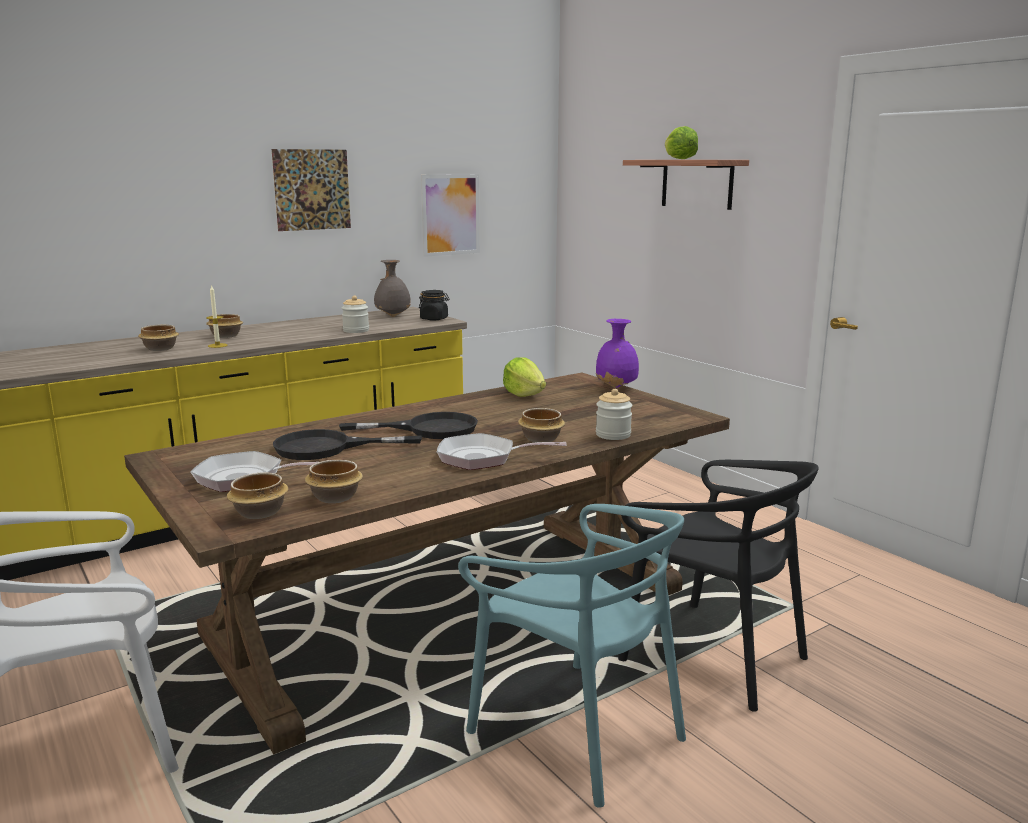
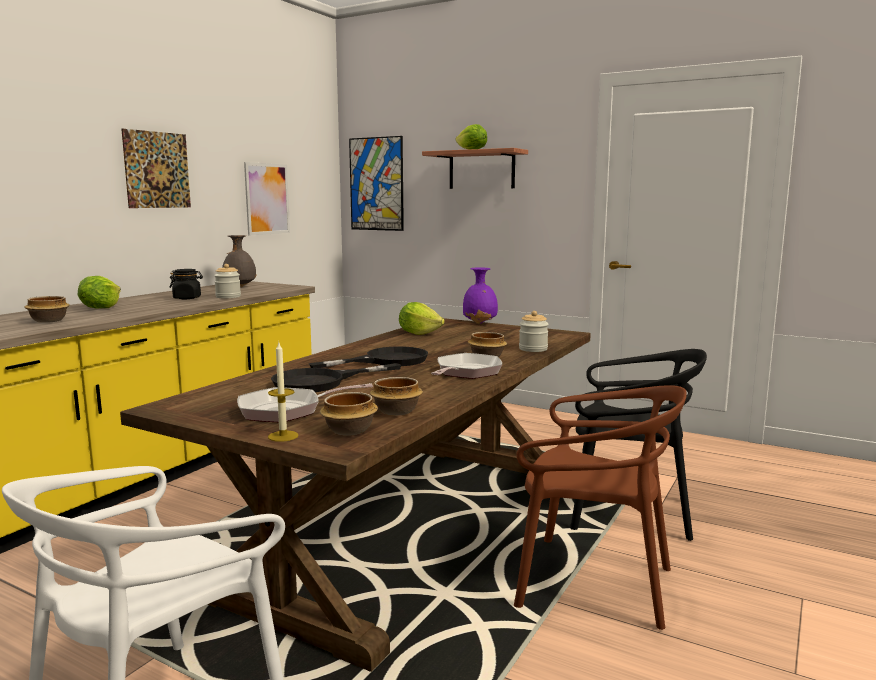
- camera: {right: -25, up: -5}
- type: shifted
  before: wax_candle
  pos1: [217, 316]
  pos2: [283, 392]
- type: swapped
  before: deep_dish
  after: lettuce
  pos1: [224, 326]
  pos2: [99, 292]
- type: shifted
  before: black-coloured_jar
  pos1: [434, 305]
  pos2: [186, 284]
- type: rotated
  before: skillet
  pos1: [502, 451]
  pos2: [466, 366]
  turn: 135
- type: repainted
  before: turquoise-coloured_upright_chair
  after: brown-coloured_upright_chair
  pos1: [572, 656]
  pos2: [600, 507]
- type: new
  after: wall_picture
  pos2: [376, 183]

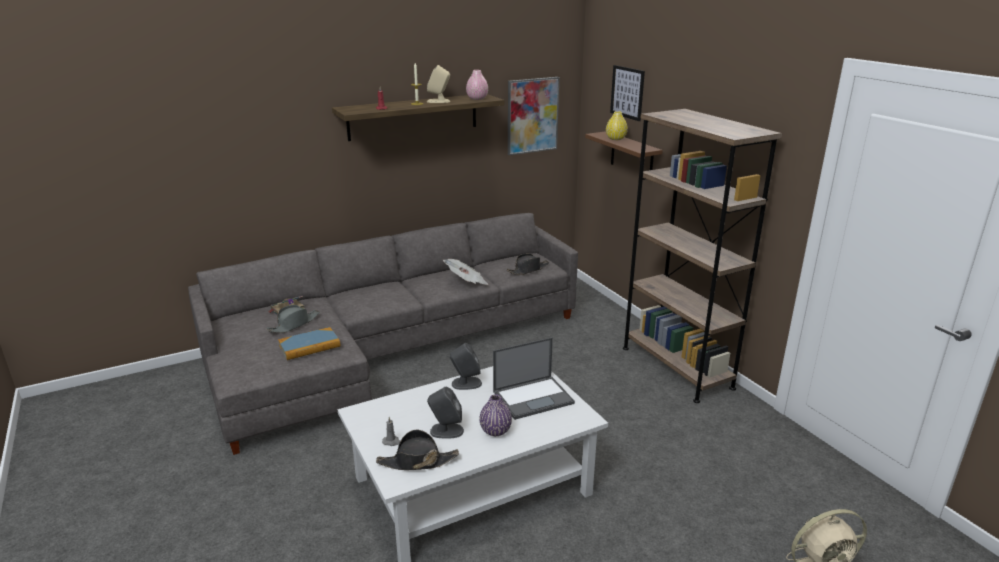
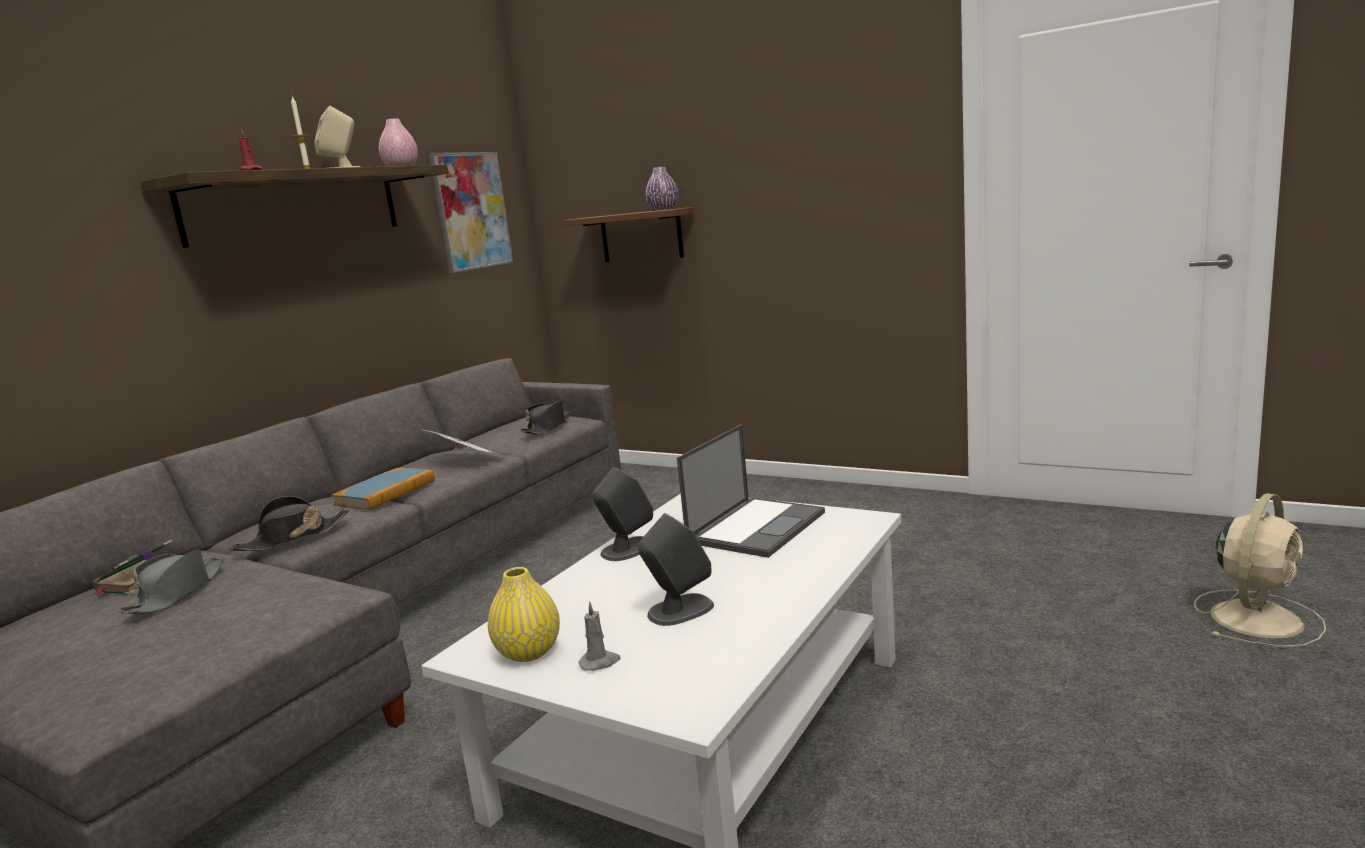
- camera: {right: -30, up: -10}
- type: shifted
  before: bound_book
  pos1: [309, 343]
  pos2: [383, 489]
- type: shifted
  before: black-coloured_wearable_hat
  pos1: [417, 450]
  pos2: [289, 523]
- type: shifted
  before: purple-coloured_flower_vase
  pos1: [495, 415]
  pos2: [662, 188]
- type: shifted
  before: yellow_flower_vase
  pos1: [617, 125]
  pos2: [524, 614]
- type: gone
  before: wall_picture
  pos1: [627, 93]
- type: gone
  before: brown-coloured_shelving_unit
  pos1: [702, 256]

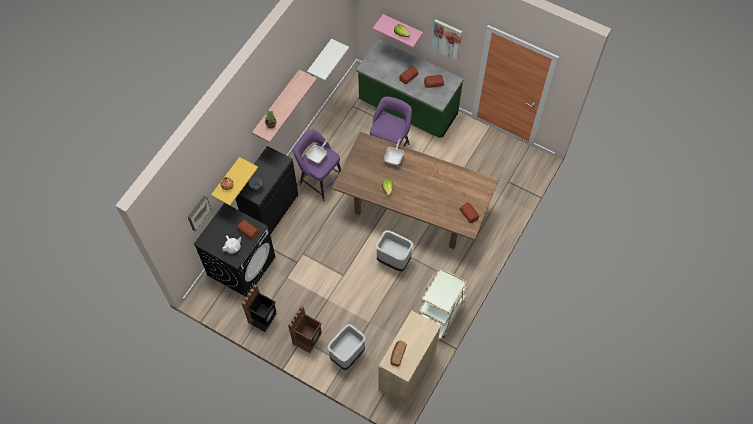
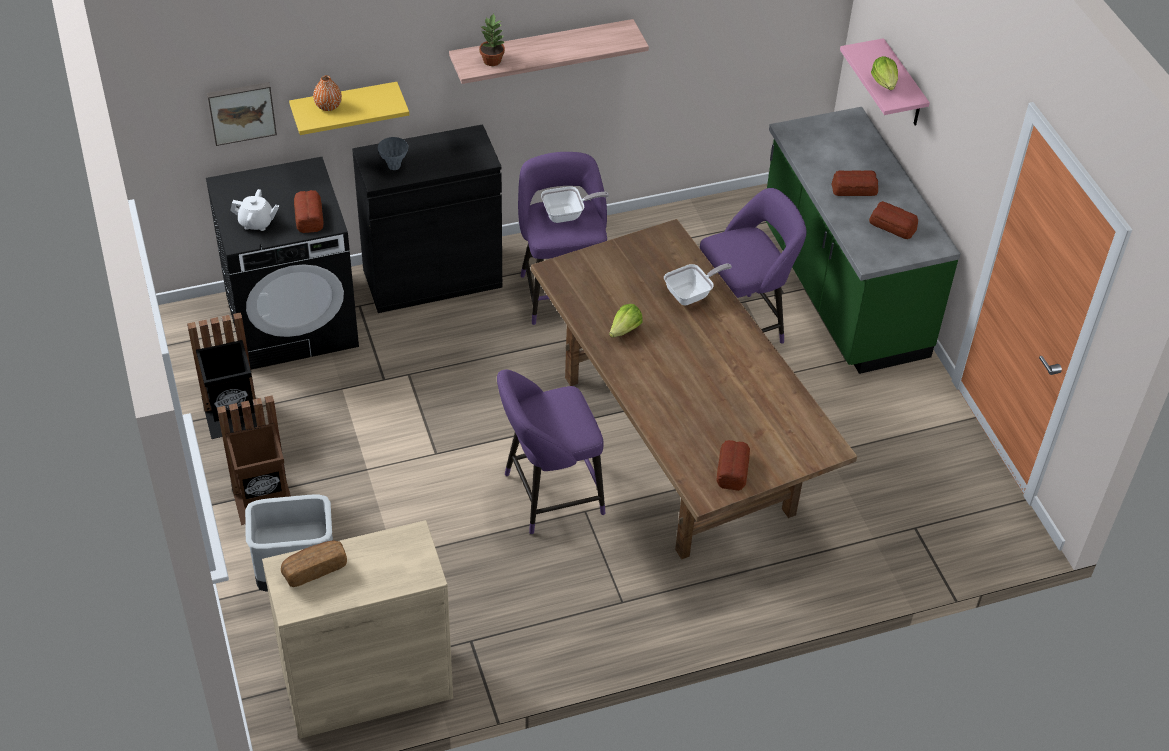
- camera: {right: 40, up: -15}
- type: gone
  before: white_shelf
  pos1: [328, 60]
- type: swapped
  before: greyish_trash_can
  after: purple-coloured_sitting_stool
  pos1: [394, 251]
  pos2: [551, 452]
- type: gone
  before: sand-coloured_wheeled_cart
  pos1: [443, 303]
- type: gone
  before: wall_picture
  pos1: [447, 40]

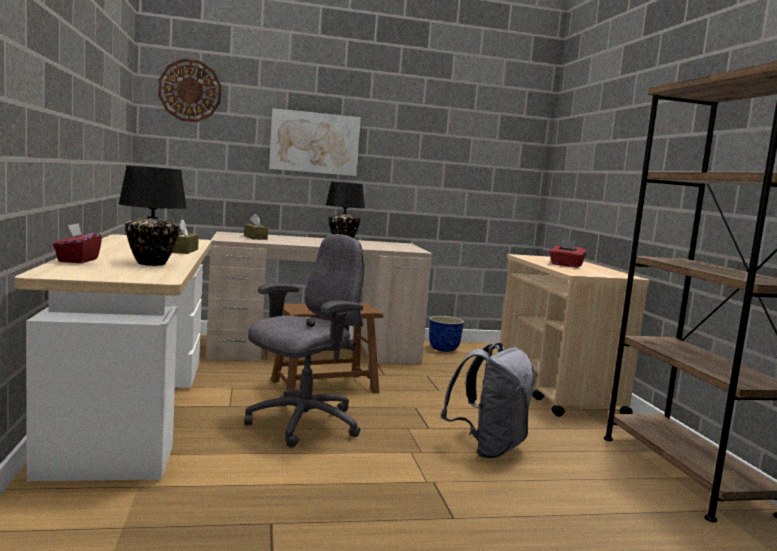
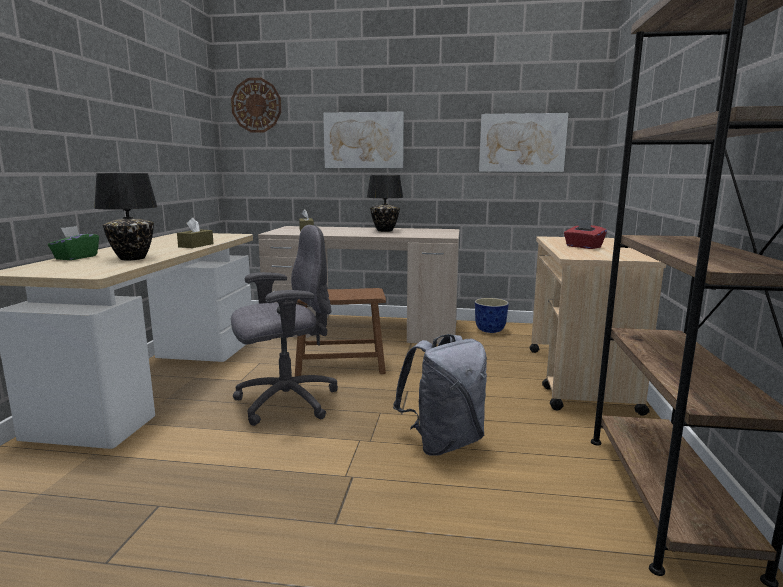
- camera: {right: 20, up: 5}
- type: repainted
  before: red-coloured_tissue_holder
  after: green_tissue_holder
  pos1: [77, 243]
  pos2: [73, 243]
- type: new
  after: wall_picture
  pos2: [523, 142]

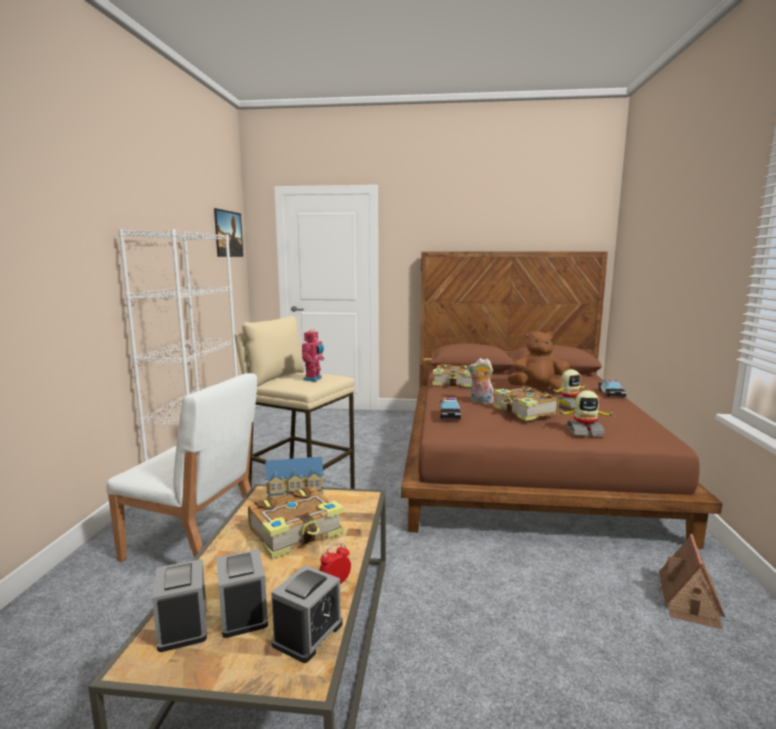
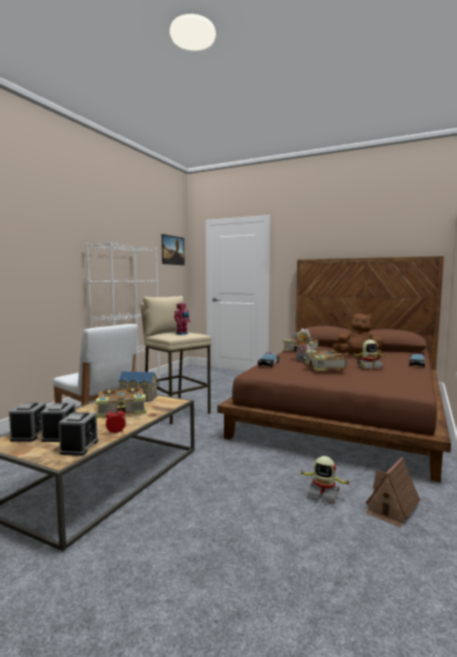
- camera: {right: 20, up: -5}
- type: rotated
  before: alarm_clock
  pos1: [307, 614]
  pos2: [78, 434]
  turn: -45
- type: shifted
  before: robot_figure
  pos1: [587, 413]
  pos2: [324, 480]

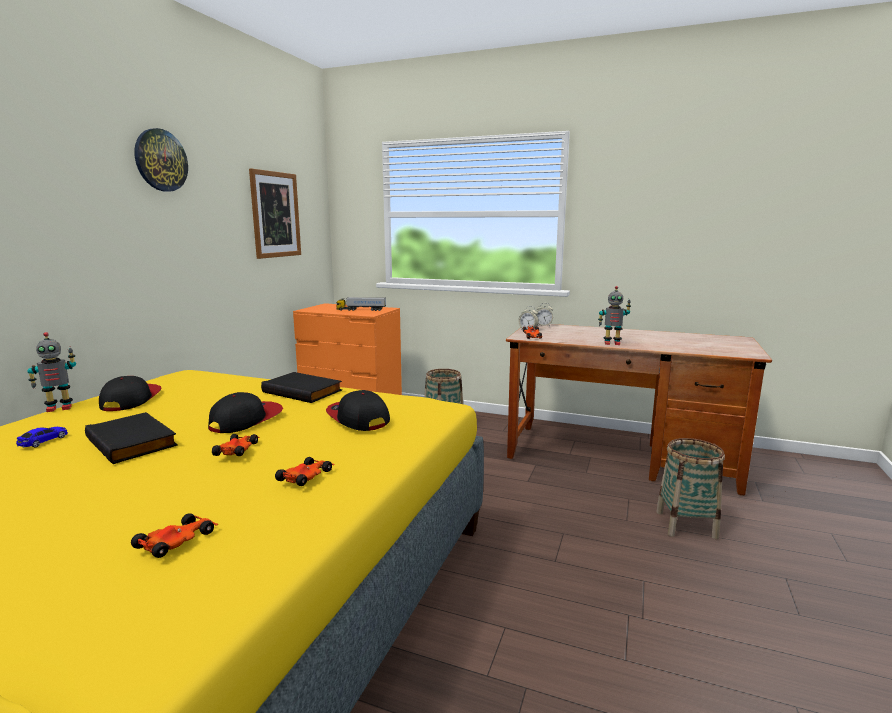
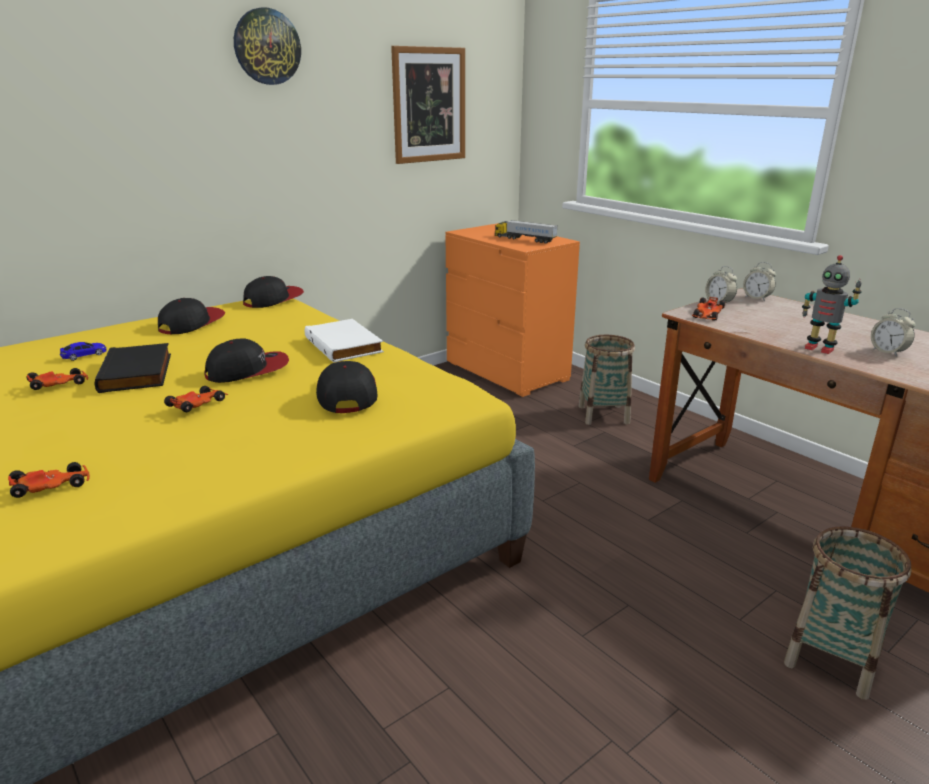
- camera: {right: 30, up: 10}
- type: gone
  before: robot_figure
  pos1: [51, 372]
- type: repainted
  before: black-coloured_bound_book
  after: white_bound_book
  pos1: [301, 387]
  pos2: [344, 341]
- type: shifted
  before: miniature_car
  pos1: [305, 471]
  pos2: [57, 379]
- type: new
  after: peaked_cap
  pos2: [273, 292]
- type: new
  after: alarm_clock
  pos2: [893, 332]

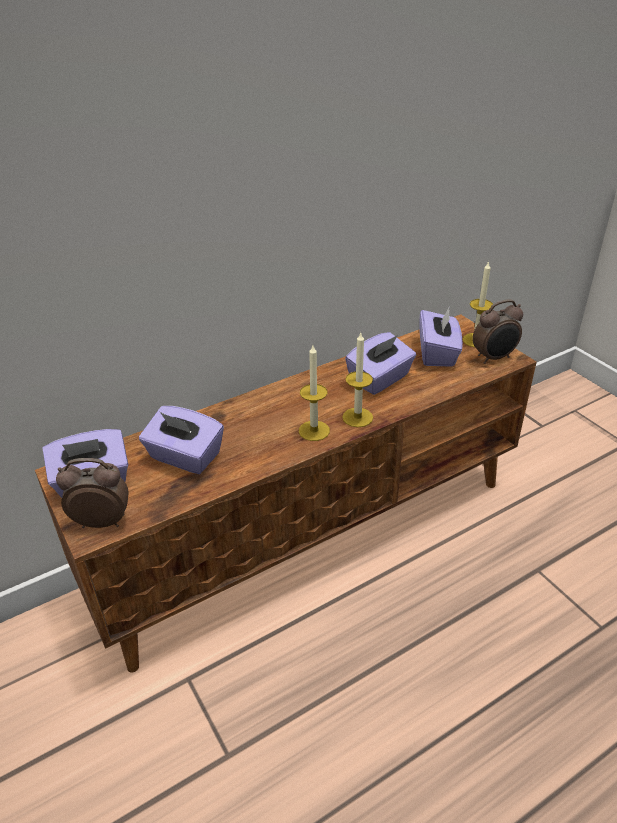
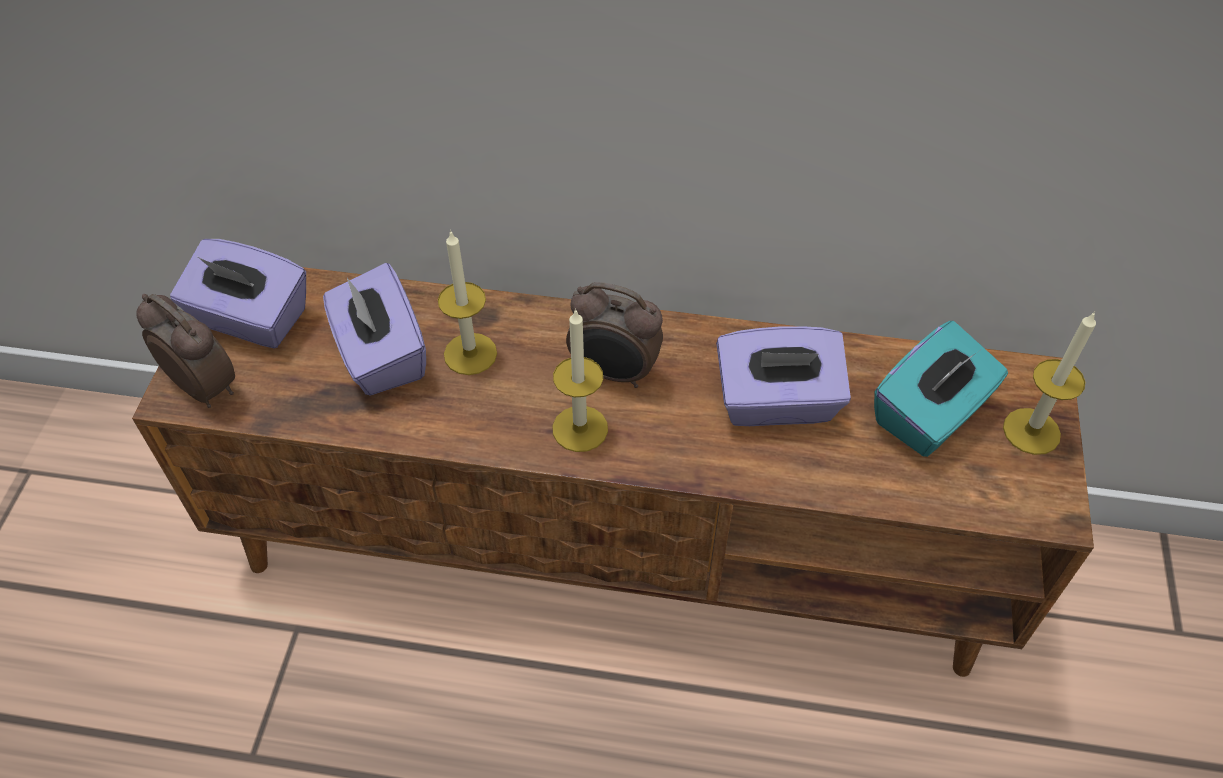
- camera: {right: 40, up: 15}
- type: shifted
  before: wax_candle
  pos1: [357, 380]
  pos2: [467, 302]
- type: repainted
  before: purple-coloured_tissue_holder
  after: turquoise-coloured_tissue_holder
  pos1: [441, 337]
  pos2: [941, 389]
- type: shifted
  before: alarm_clock
  pos1: [497, 331]
  pos2: [614, 335]

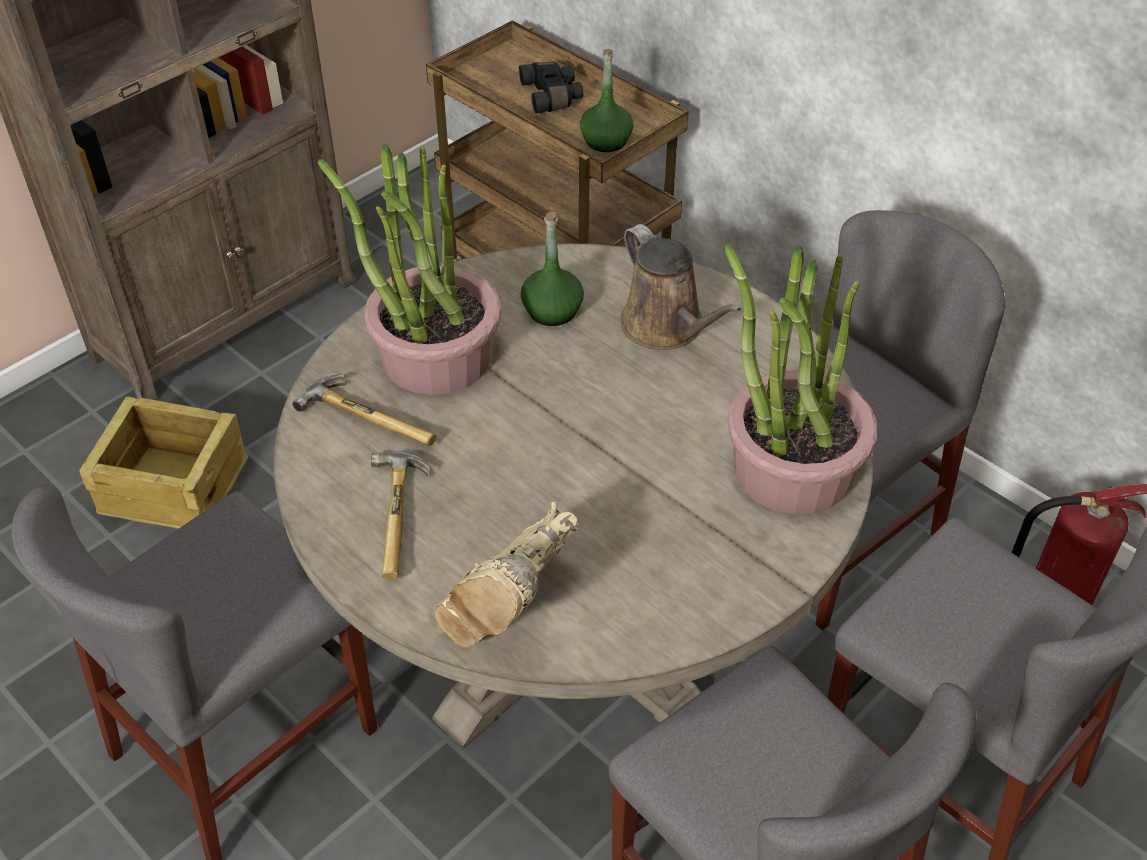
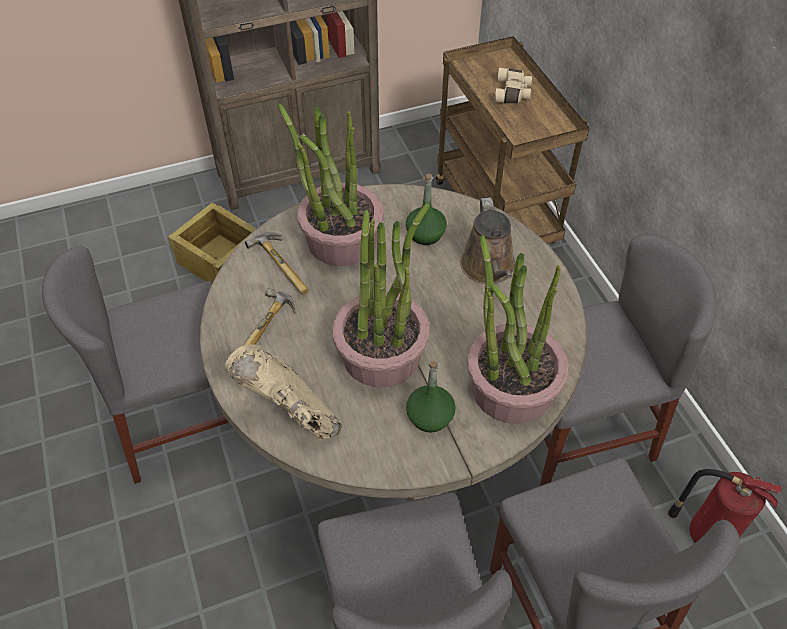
- camera: {right: 25, up: 5}
- type: rotated
  before: sand-coloured_boot
  pos1: [506, 575]
  pos2: [283, 391]
  turn: 75
- type: repainted
  before: black-coloured_pair_of_binoculars
  after: sand-coloured_pair_of_binoculars
  pos1: [551, 87]
  pos2: [513, 85]
- type: shifted
  before: green_drink_bottle
  pos1: [607, 100]
  pos2: [431, 396]
- type: new
  after: plant_in_a_pot
  pos2: [381, 295]

